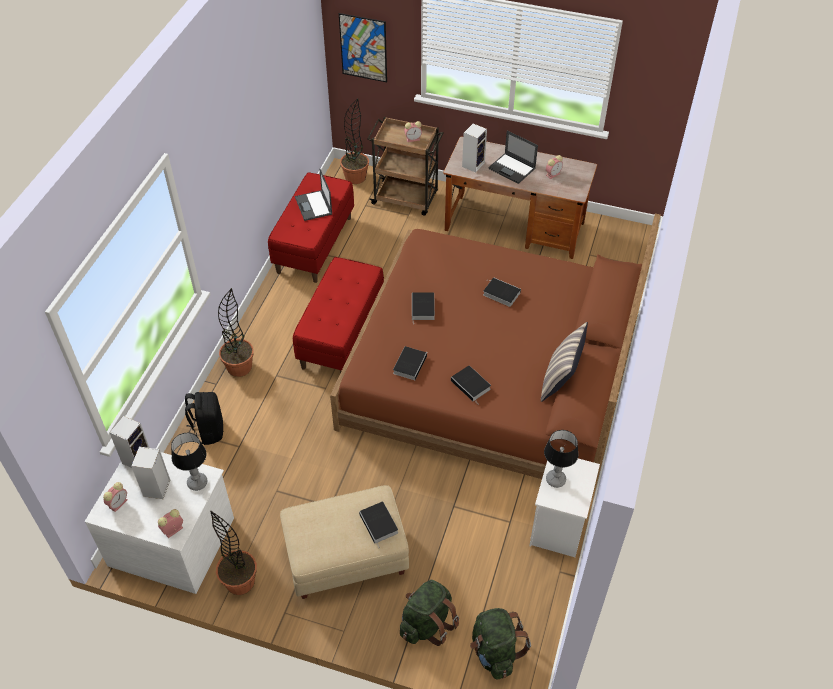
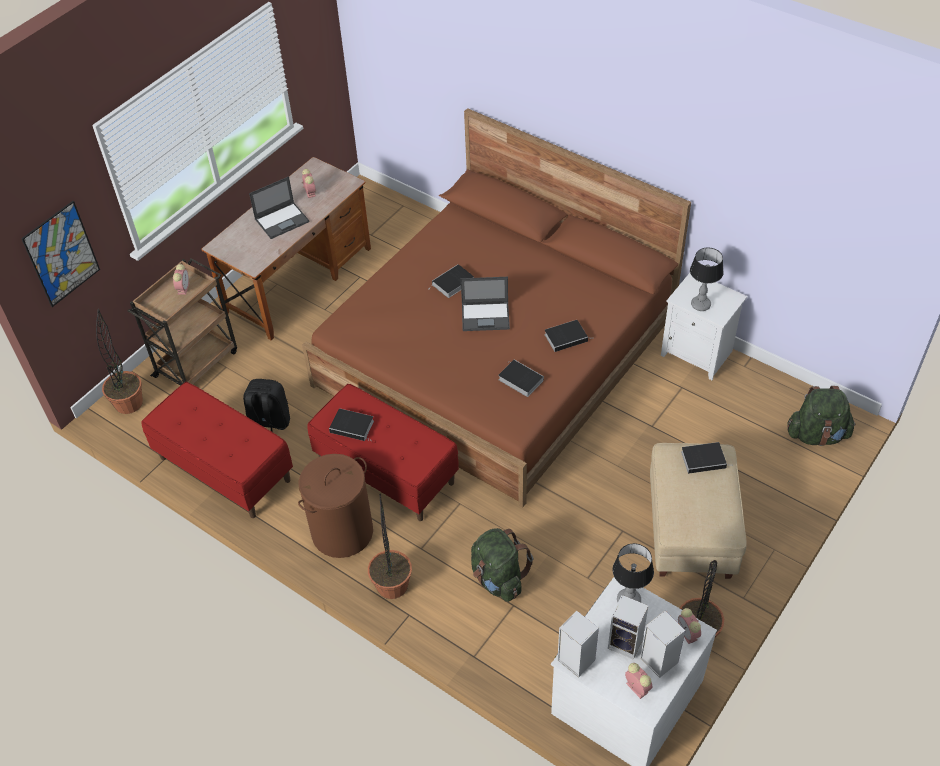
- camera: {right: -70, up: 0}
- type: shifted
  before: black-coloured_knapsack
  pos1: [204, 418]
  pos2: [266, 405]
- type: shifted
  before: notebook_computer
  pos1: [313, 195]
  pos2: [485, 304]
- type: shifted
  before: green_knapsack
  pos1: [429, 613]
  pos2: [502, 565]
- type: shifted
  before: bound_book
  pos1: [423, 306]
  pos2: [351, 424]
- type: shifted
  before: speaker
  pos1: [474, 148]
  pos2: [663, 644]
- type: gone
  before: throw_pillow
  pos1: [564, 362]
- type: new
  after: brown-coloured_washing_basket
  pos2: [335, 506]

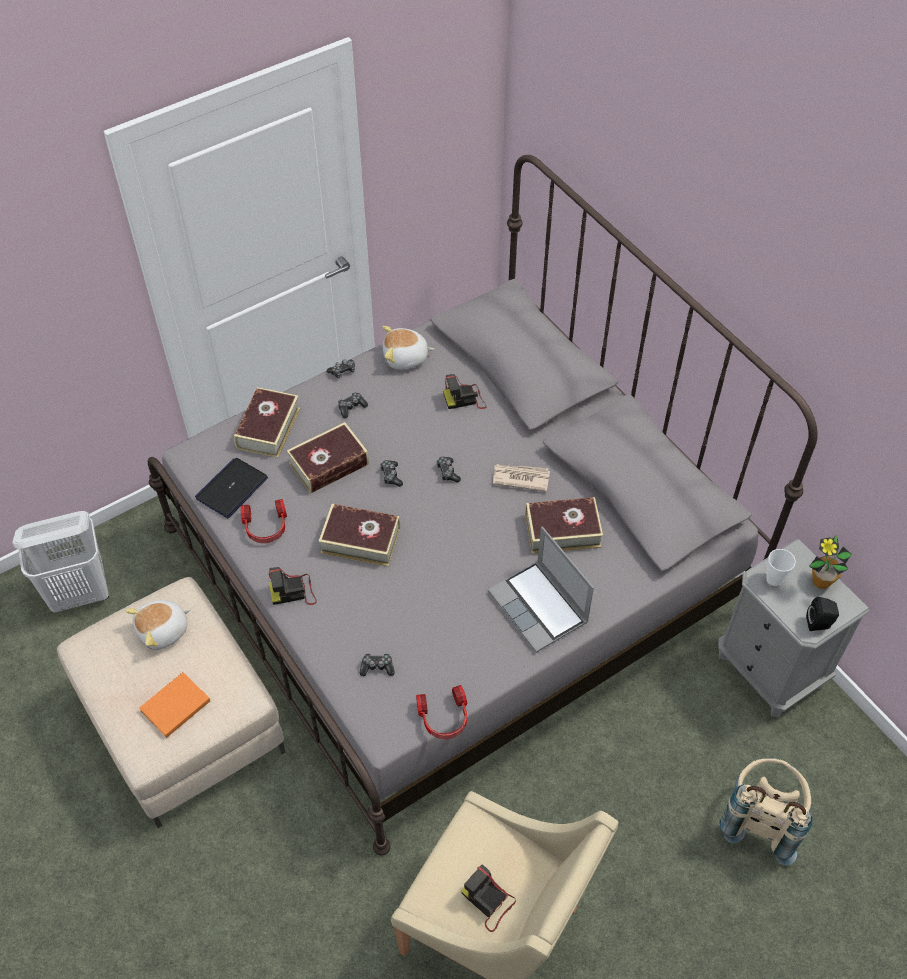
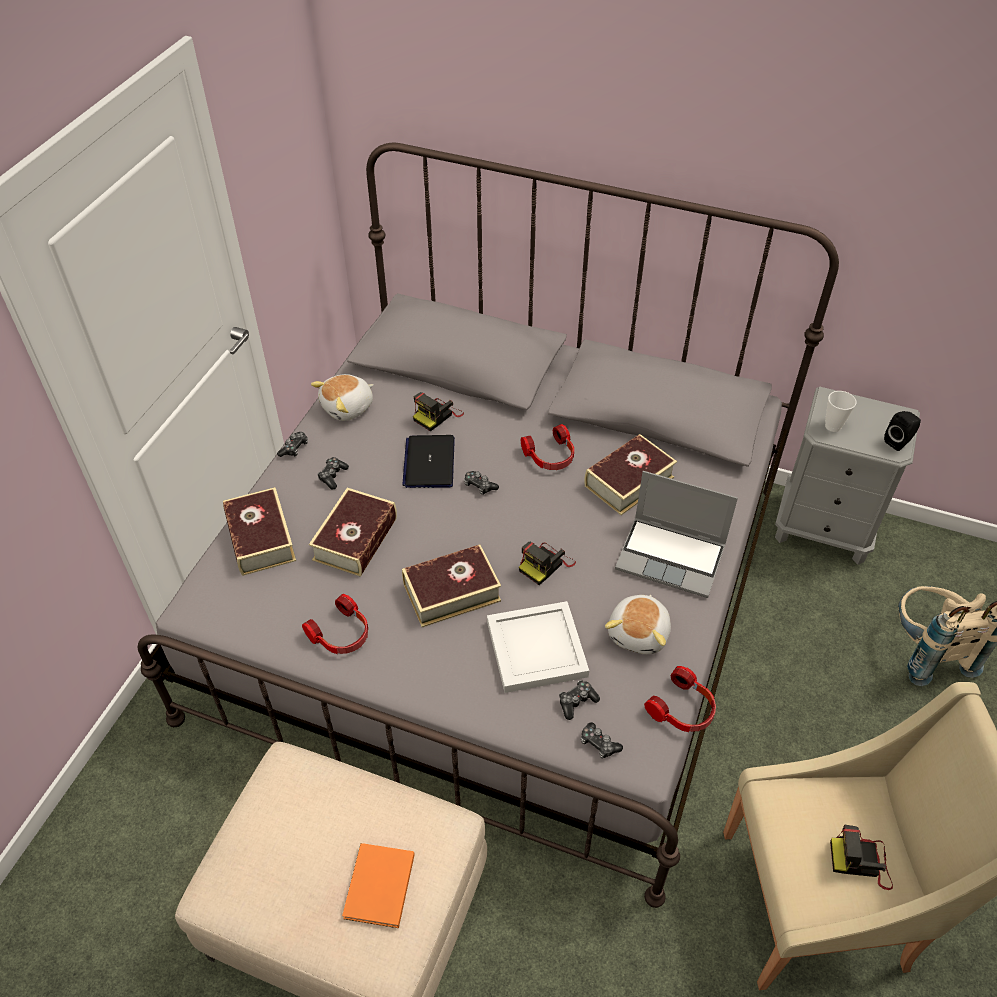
- camera: {right: -35, up: -5}
- type: gone
  before: white_washing_basket
  pos1: [60, 562]
- type: shifted
  before: plush_toy
  pos1: [158, 625]
  pos2: [638, 624]
- type: shifted
  before: notebook_computer
  pos1: [231, 488]
  pos2: [428, 461]
- type: shifted
  before: photo_camera
  pos1: [293, 586]
  pos2: [547, 563]
- type: shifted
  before: joypad
  pos1: [391, 473]
  pos2: [602, 740]
- type: swapped
  before: daily_paper
  after: headset
  pos1: [521, 478]
  pos2: [547, 447]
- type: gone
  before: plant_in_a_pot
  pos1: [830, 562]
- type: new
  after: white_carrying_tray
  pos2: [538, 647]

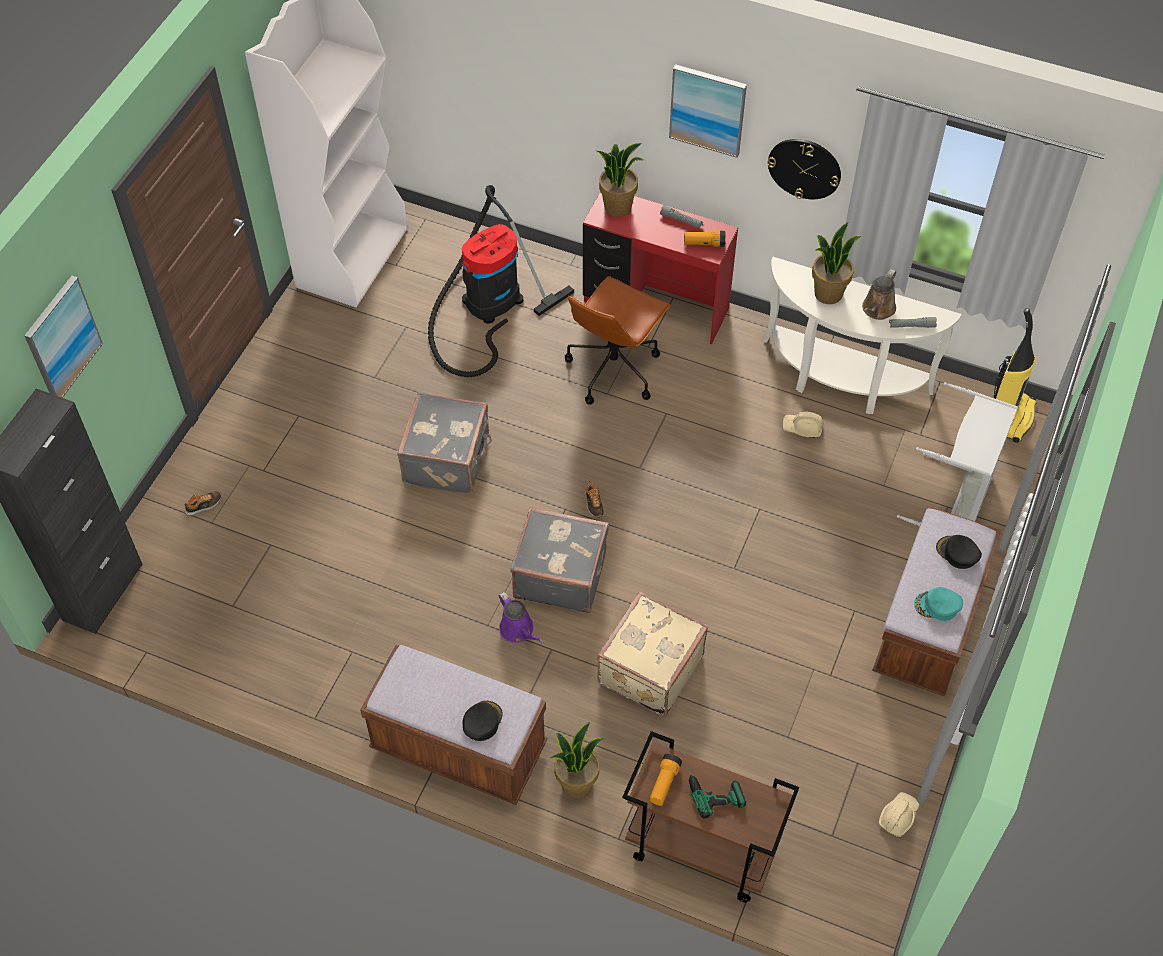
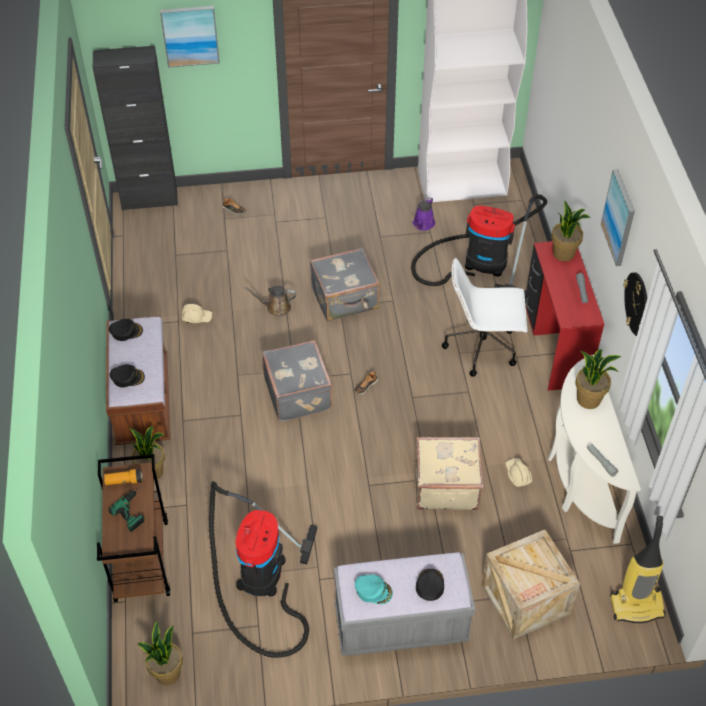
- camera: {right: 60, up: -5}
- type: shifted
  before: purple-coloured_sprinkling_can
  pos1: [521, 617]
  pos2: [423, 214]
- type: repainted
  before: brown-coloured_computer_chair
  after: white_computer_chair
  pos1: [618, 340]
  pos2: [484, 317]
- type: shifted
  before: sand-coloured_suitcase
  pos1: [652, 654]
  pos2: [449, 473]
- type: gone
  before: hand_torch
  pos1: [705, 239]
- type: shifted
  before: brown-coloured_sprinkling_can
  pos1: [879, 294]
  pos2: [269, 301]
- type: repainted
  before: brown-coloured_bench
  after: greyish_bench
  pos1: [936, 601]
  pos2: [404, 604]
- type: shifted
  before: sand-coloured_safety_helmet
  pos1: [899, 814]
  pos2: [197, 313]
- type: swapped
  before: greyish_washing_basket
  after: shipping_crate
  pos1: [957, 454]
  pos2: [530, 584]
- type: rotated
  before: turquoise-coloured_peaked_cap
  pos1: [938, 604]
  pos2: [374, 589]
  turn: 135
- type: new
  after: black-coloured_peaked_cap
  pos2: [126, 330]
- type: new
  after: plant_in_a_pot
  pos2: [160, 652]
- type: new
  after: vacuum_cleaner
  pos2: [263, 569]

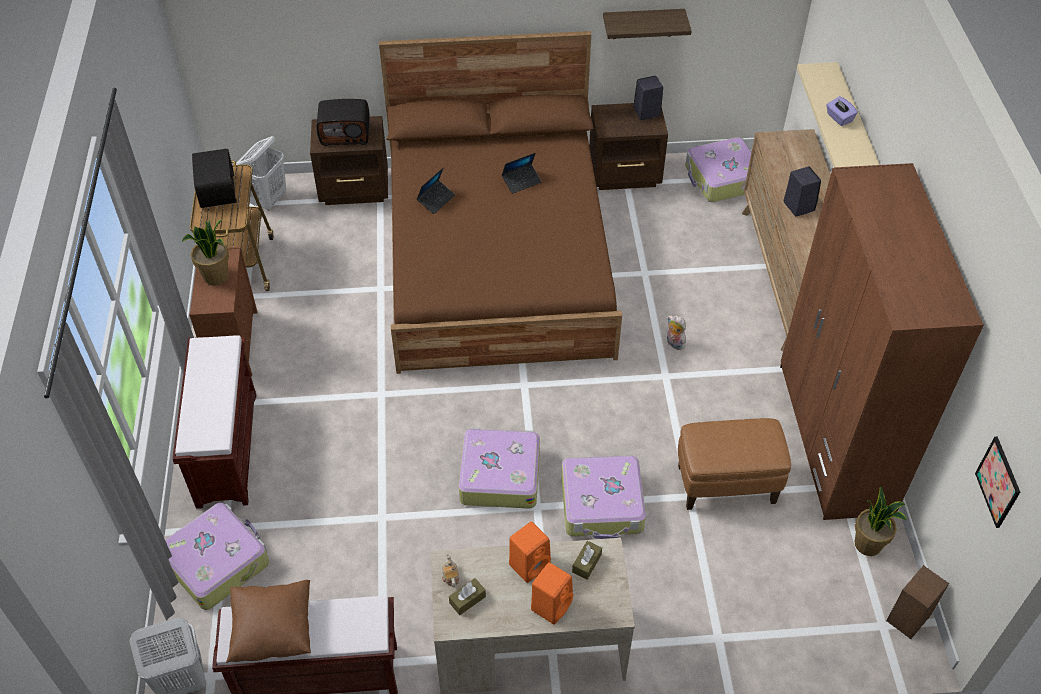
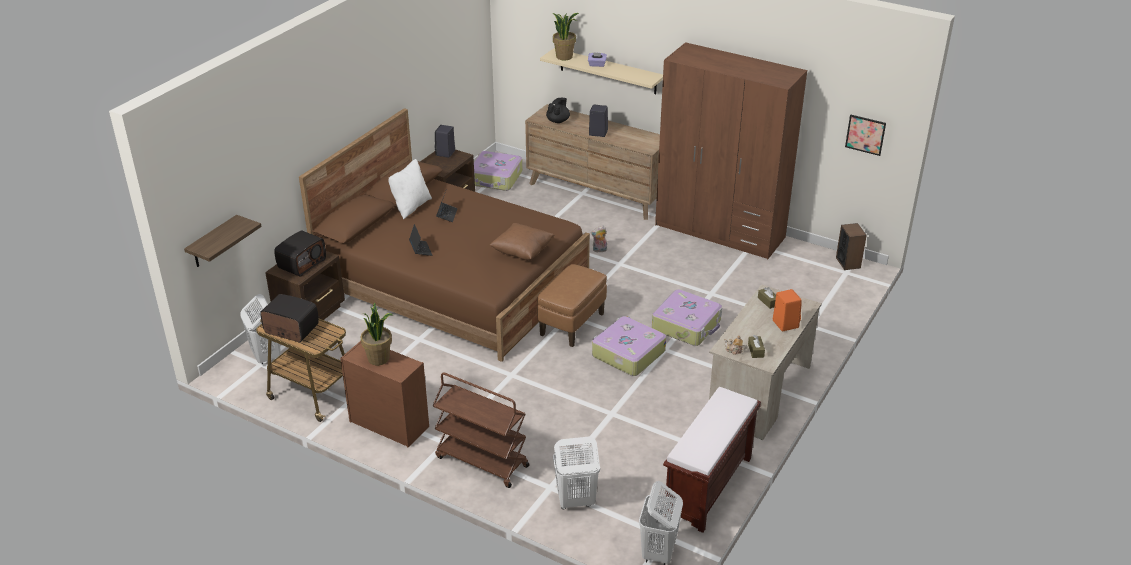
- camera: {right: -55, up: -15}
- type: swapped
  before: suitcase
  after: white_washing_basket
  pos1: [217, 556]
  pos2: [576, 472]
- type: swapped
  before: brown-coloured_bench
  after: brown-coloured_wheeled_cart
  pos1: [214, 422]
  pos2: [481, 430]
- type: shifted
  before: brown-coloured_throw_pillow
  pos1: [268, 621]
  pos2: [522, 241]
- type: gone
  before: orange-coloured_speaker
  pos1: [530, 552]
- type: shifted
  before: shelf
  pos1: [647, 24]
  pos2: [223, 241]
- type: shifted
  before: brown-coloured_footrest
  pos1: [734, 464]
  pos2: [572, 305]
- type: shifted
  before: plant_in_a_pot
  pos1: [881, 521]
  pos2: [566, 36]
- type: new
  after: white_throw_pillow
  pos2: [410, 189]
- type: new
  after: black-coloured_tea_pot
  pos2: [558, 110]

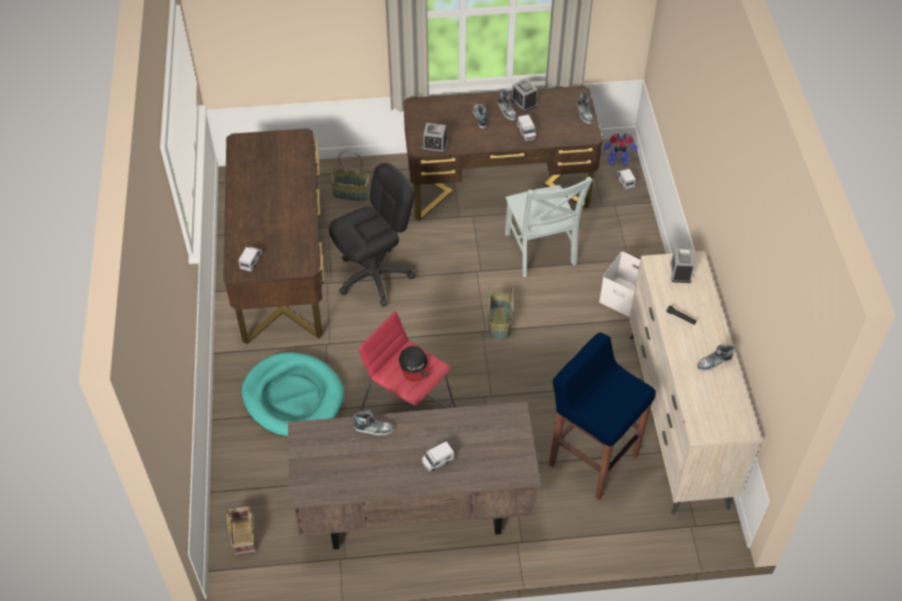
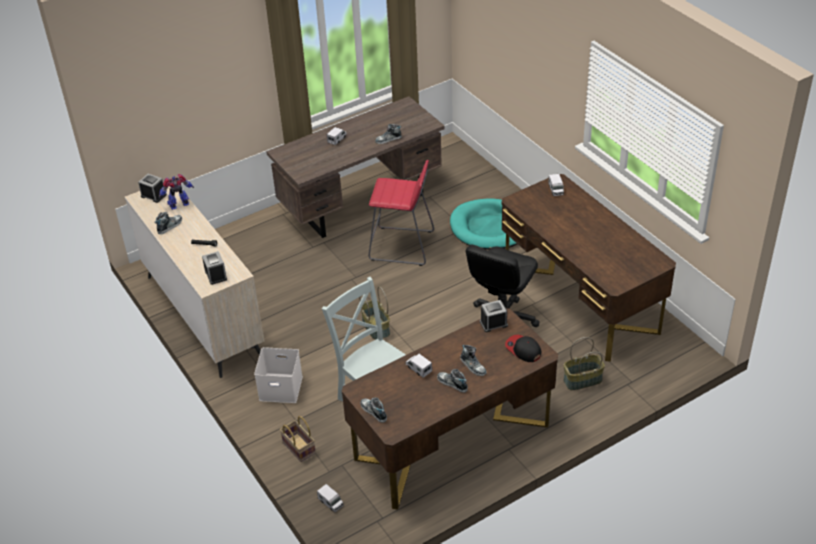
- camera: {right: 155, up: -10}
- type: shifted
  before: basket
  pos1: [241, 530]
  pos2: [298, 439]
- type: shifted
  before: peaked_cap
  pos1: [415, 364]
  pos2: [523, 348]
- type: shifted
  before: alarm_clock
  pos1: [524, 95]
  pos2: [152, 188]
- type: gone
  before: blue_sitting_stool
  pos1: [602, 416]
- type: shifted
  before: robot_figure
  pos1: [620, 149]
  pos2: [176, 192]

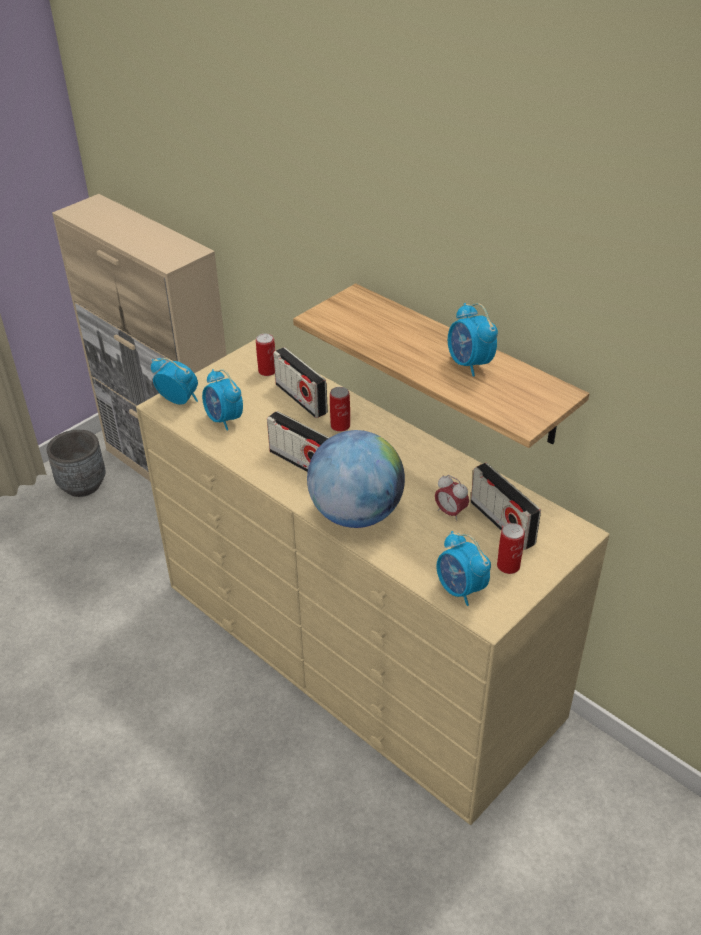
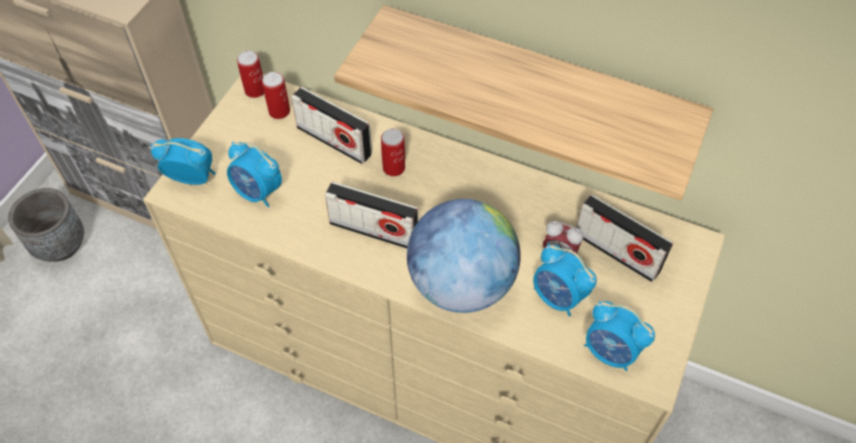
- camera: {right: -20, up: 15}
- type: shifted
  before: alarm_clock
  pos1: [473, 340]
  pos2: [565, 280]
- type: shifted
  before: can
  pos1: [511, 548]
  pos2: [250, 74]

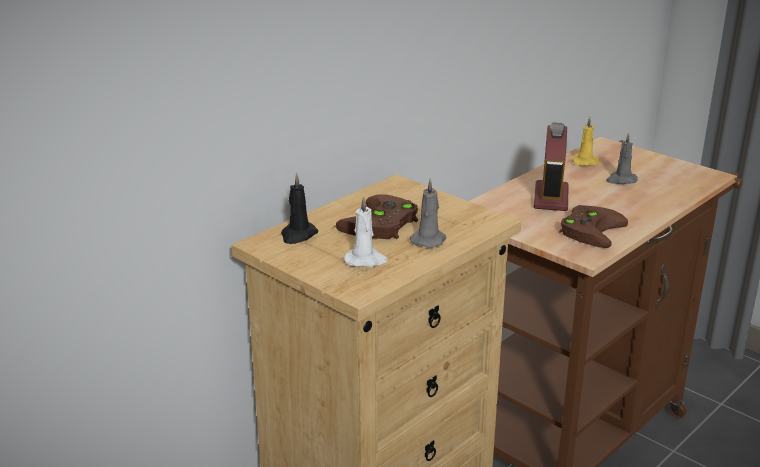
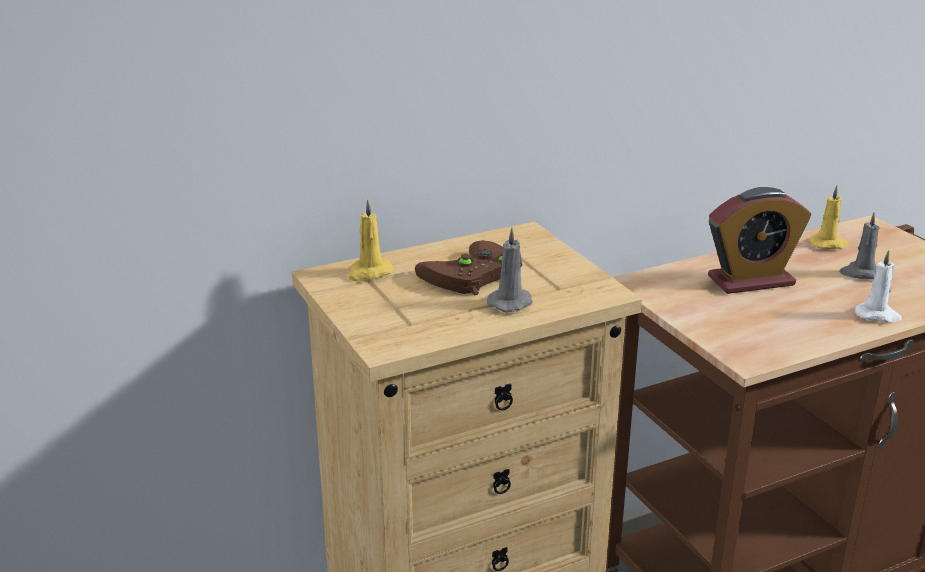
- camera: {right: 20, up: 0}
- type: repainted
  before: black-coloured_wax_candle
  after: yellow_wax_candle
  pos1: [299, 208]
  pos2: [370, 240]
- type: shifted
  before: white_wax_candle
  pos1: [366, 231]
  pos2: [878, 286]
- type: rotated
  before: alarm_clock
  pos1: [551, 167]
  pos2: [759, 240]
  turn: -135
- type: gone
  before: brown-coloured_joypad
  pos1: [593, 226]

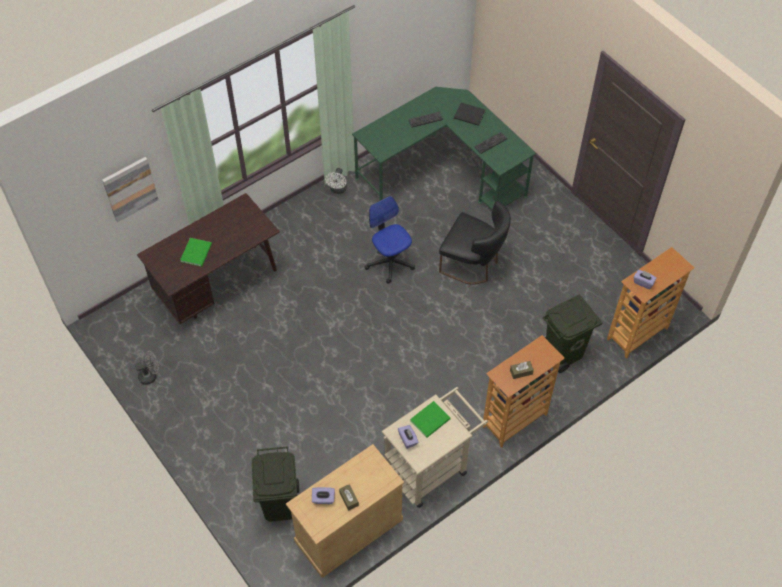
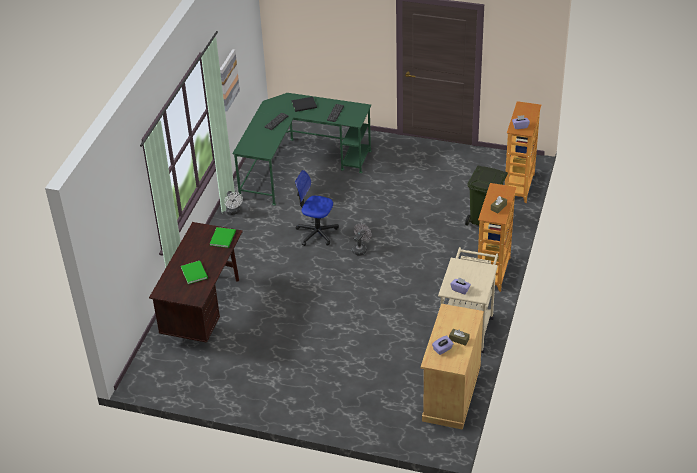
- camera: {right: -35, up: -15}
- type: shifted
  before: wall_picture
  pos1: [130, 189]
  pos2: [230, 80]
- type: shifted
  before: greyish_electric_fan
  pos1: [147, 368]
  pos2: [362, 240]
- type: gone
  before: green_trash_can
  pos1: [276, 484]
- type: shifted
  before: green_bound_book
  pos1: [430, 419]
  pos2: [223, 237]
- type: gone
  before: black-coloured_upright_chair
  pos1: [475, 243]

